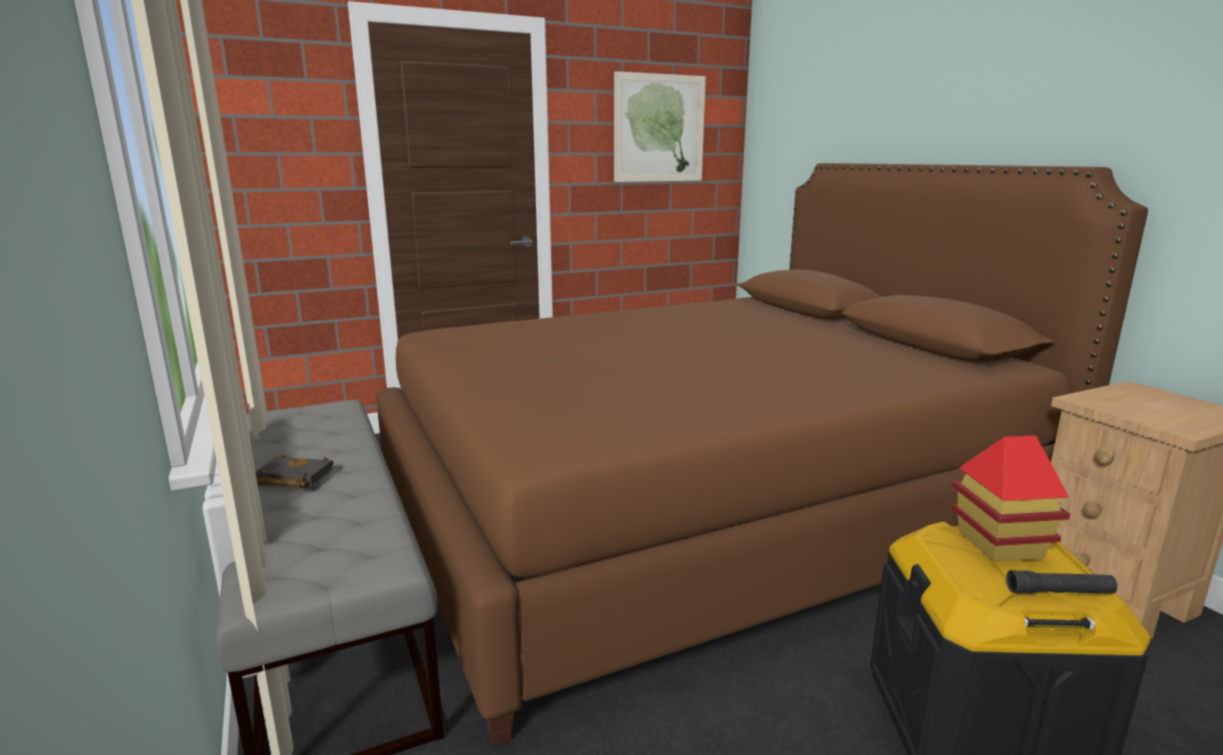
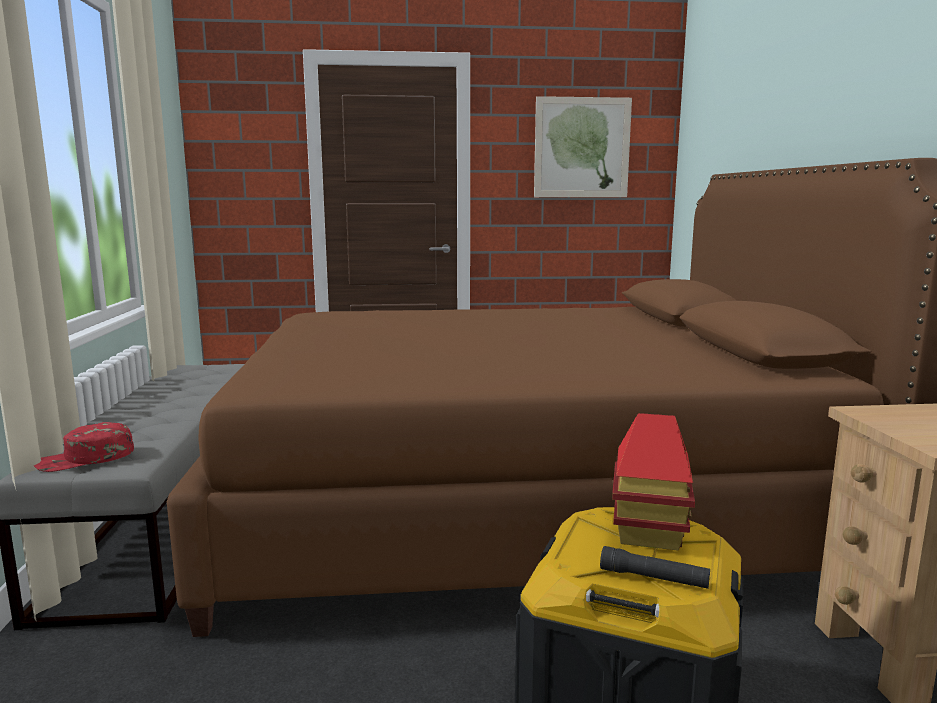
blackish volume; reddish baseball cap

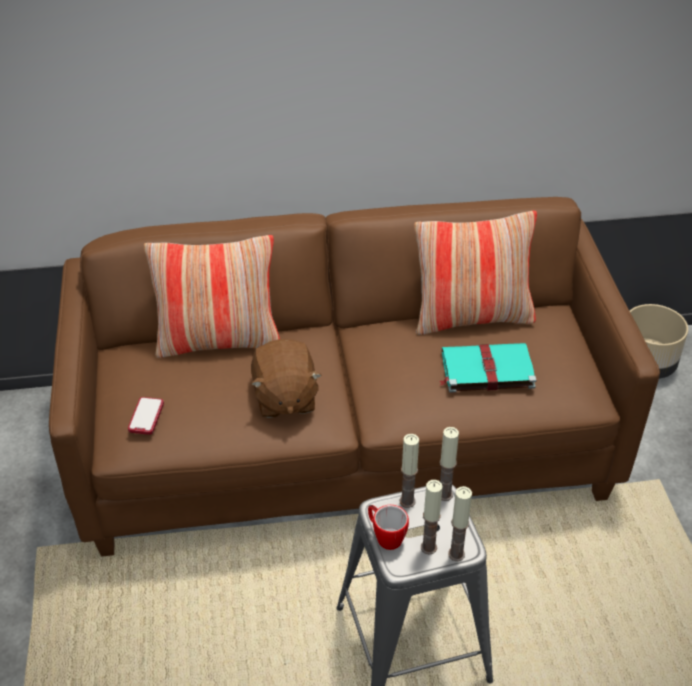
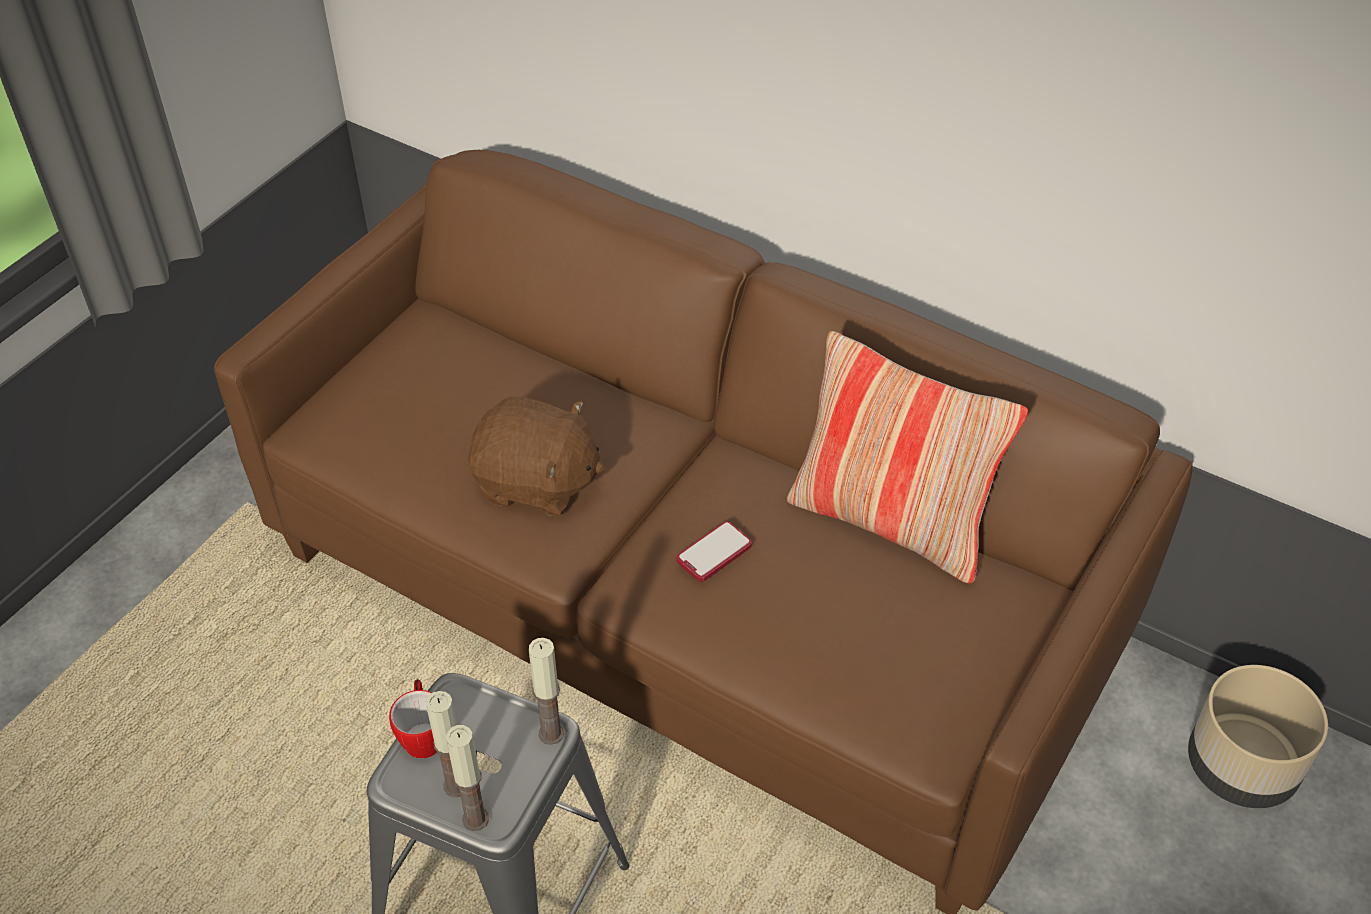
cushion (1st from left in the first image); brown soft toy; blue-green volume; handset; wax candle (1st from left in the first image)

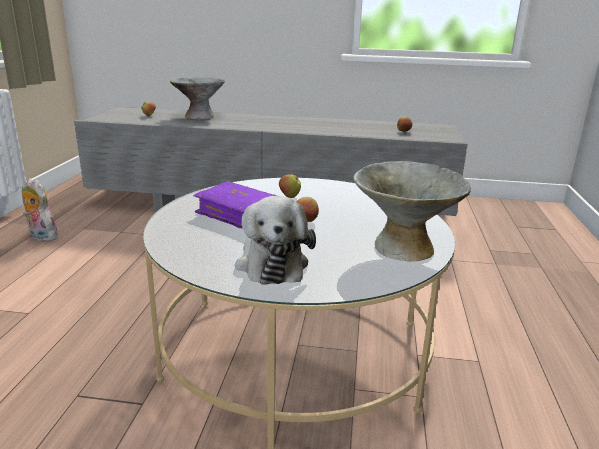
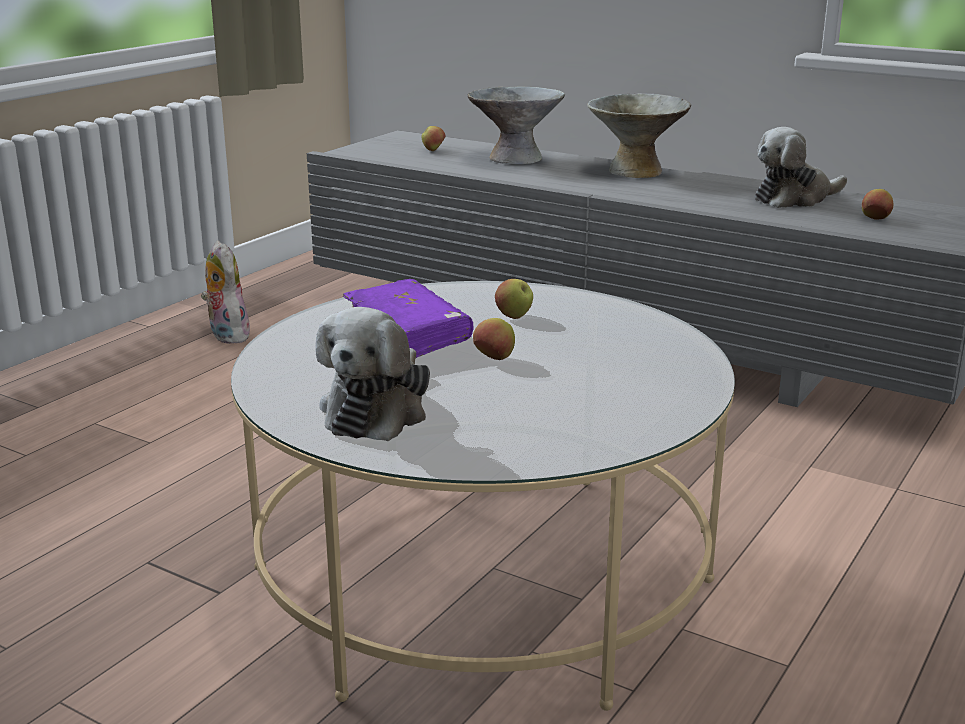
greyish bowl (2nd from left); soft toy (3rd from left)

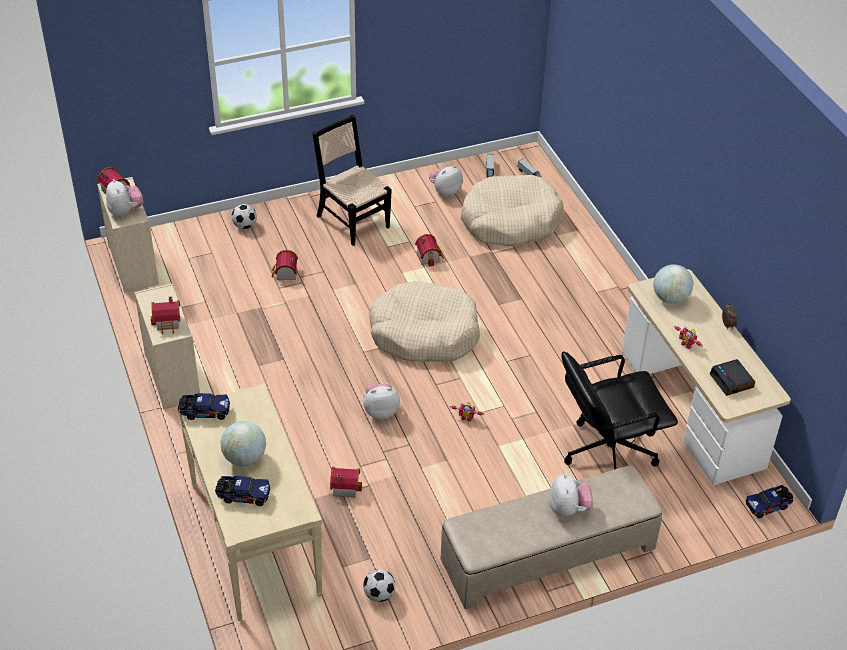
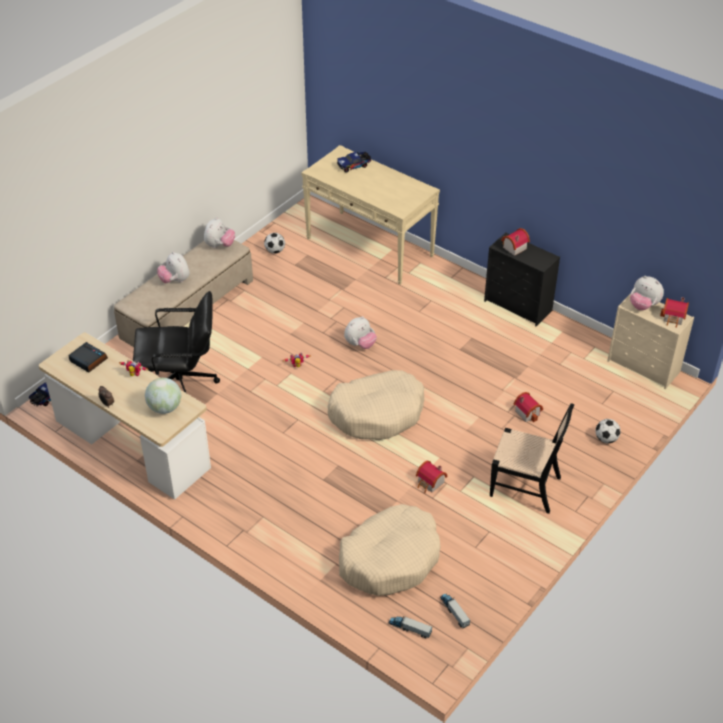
soft toy (2nd from left); blackish dresser; blackish office chair; model truck (1st from left in the first image); desk globe (1st from left in the first image); model house (4th from left in the first image)

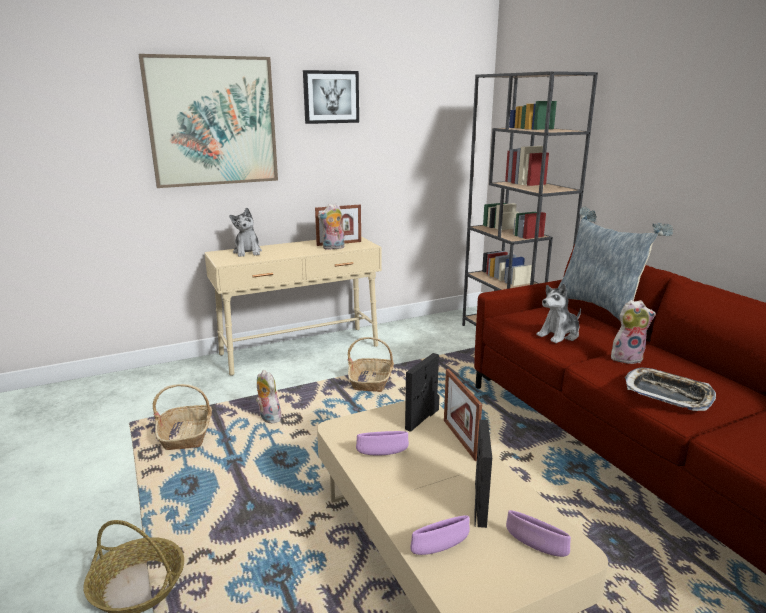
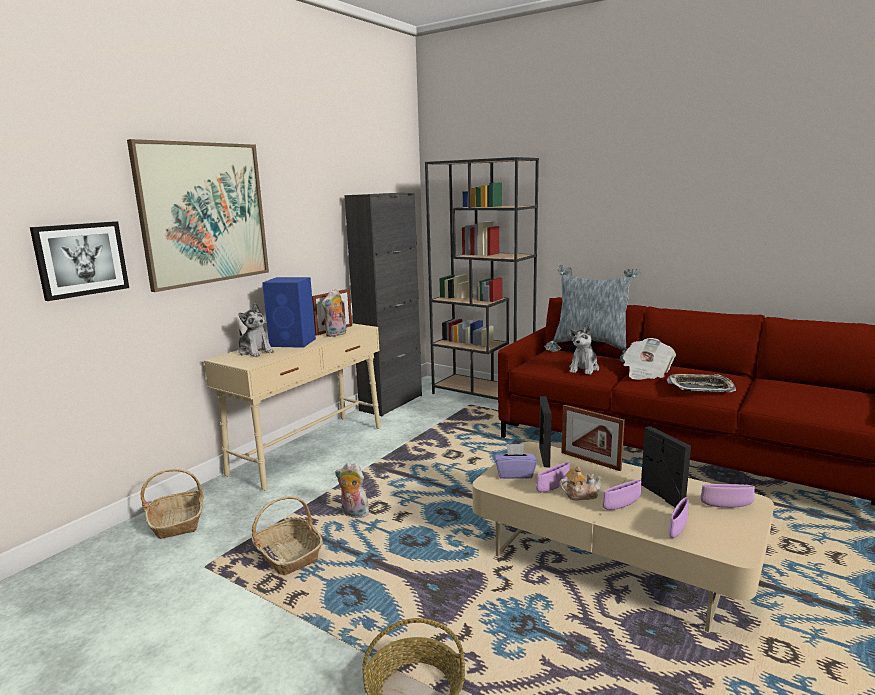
picture (1st from left); newspaper; storage basket (1st from left); blackish storage cabinet; blue-coloured speaker; purple tissue holder; teapot; purple bowl (2nd from left)

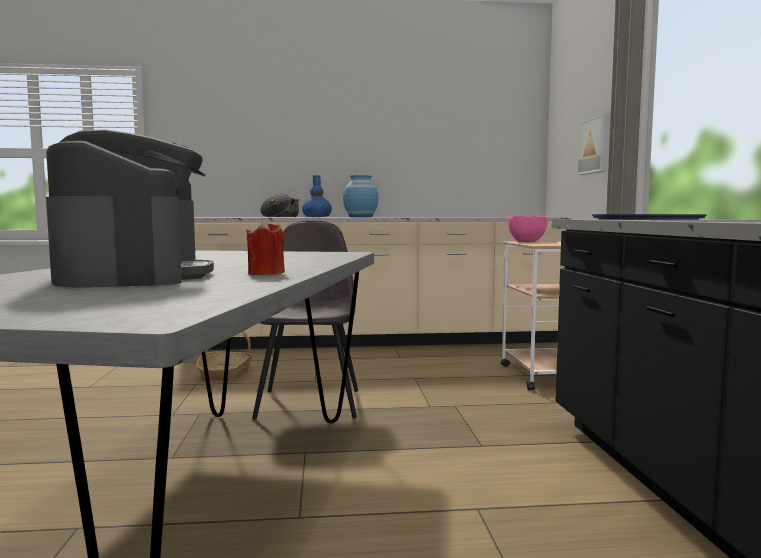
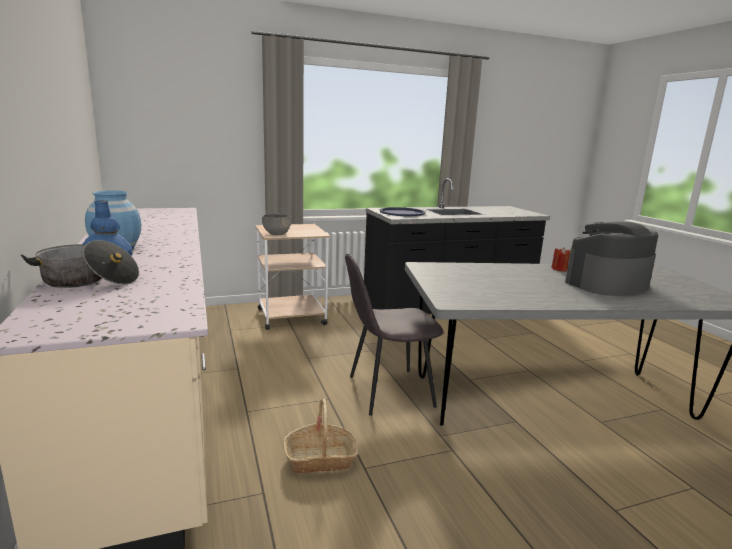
picture; greyish bowl

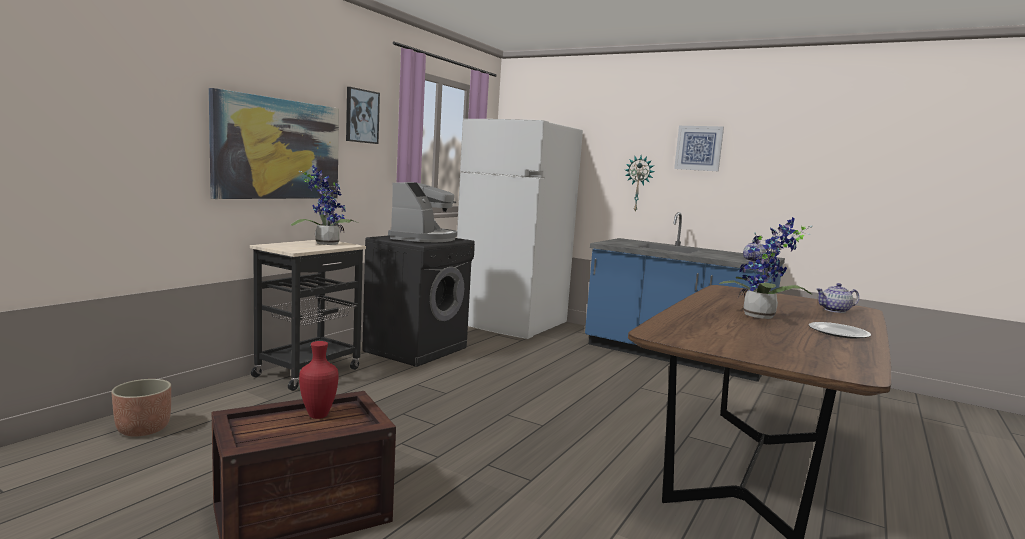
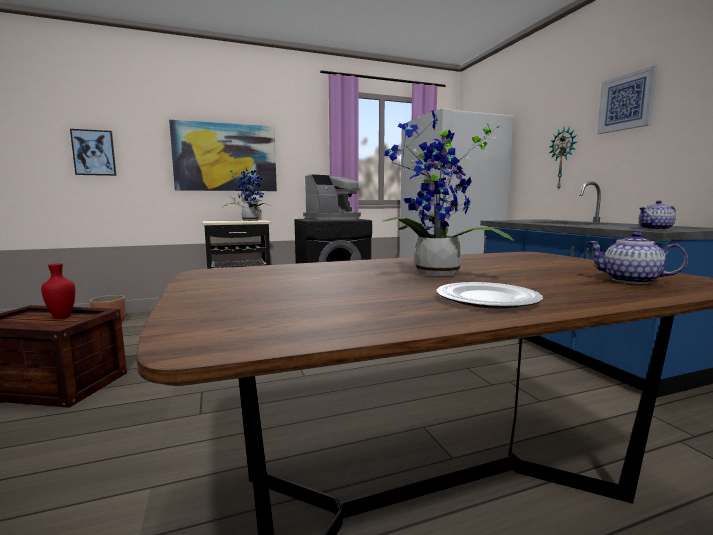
picture (1st from left)

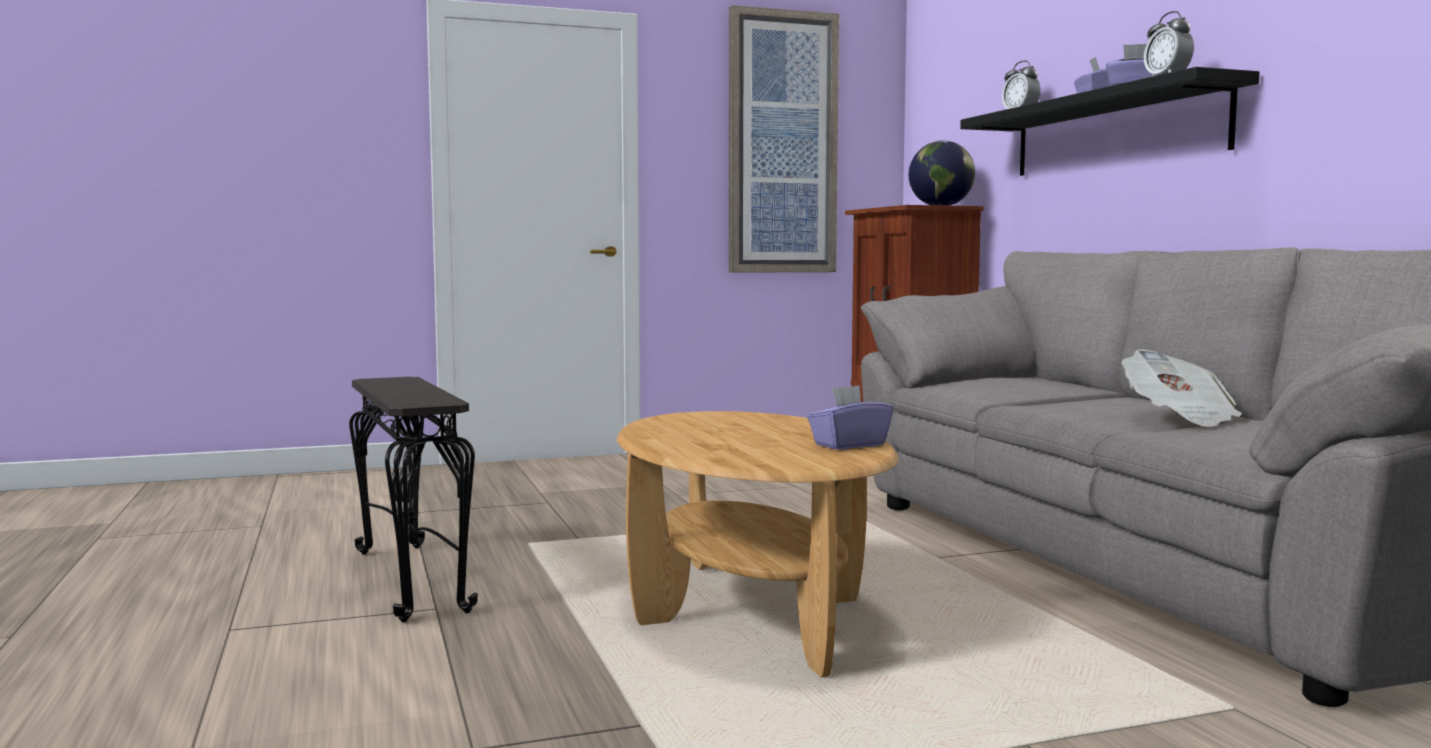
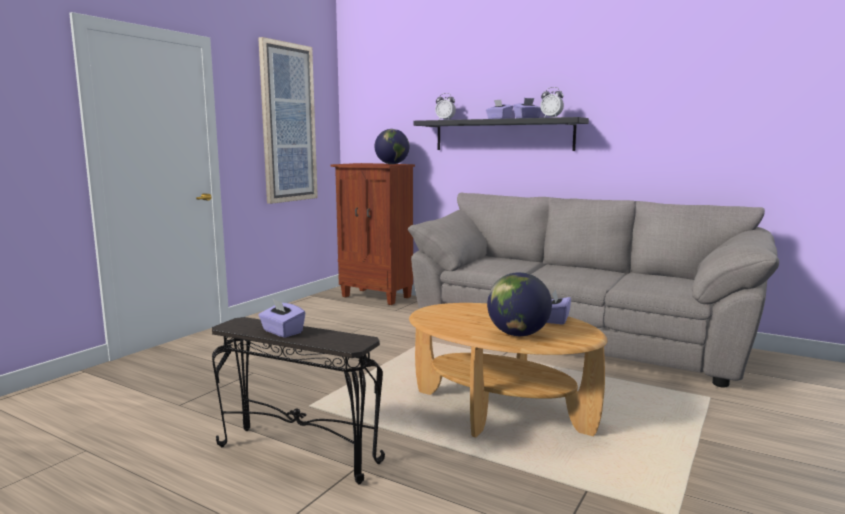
newspaper; desk globe (2nd from left); purple tissue holder (1st from left)

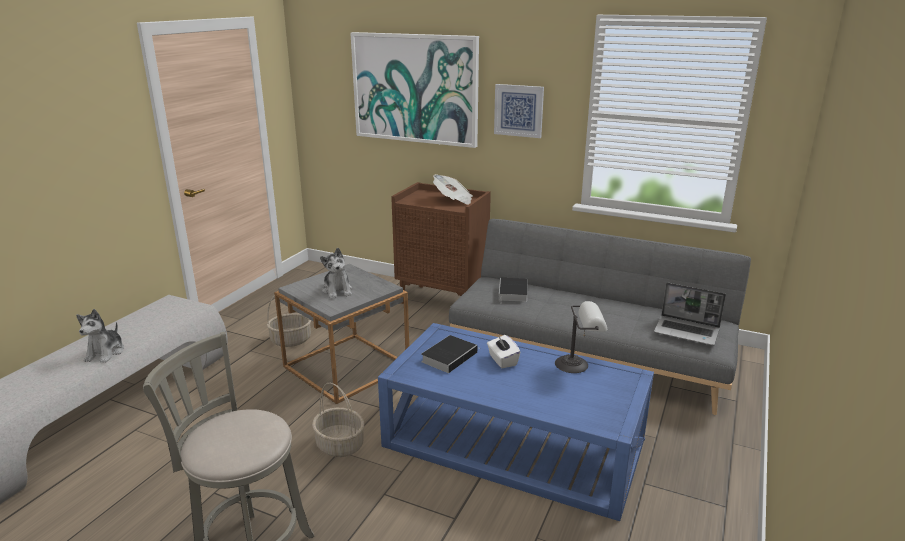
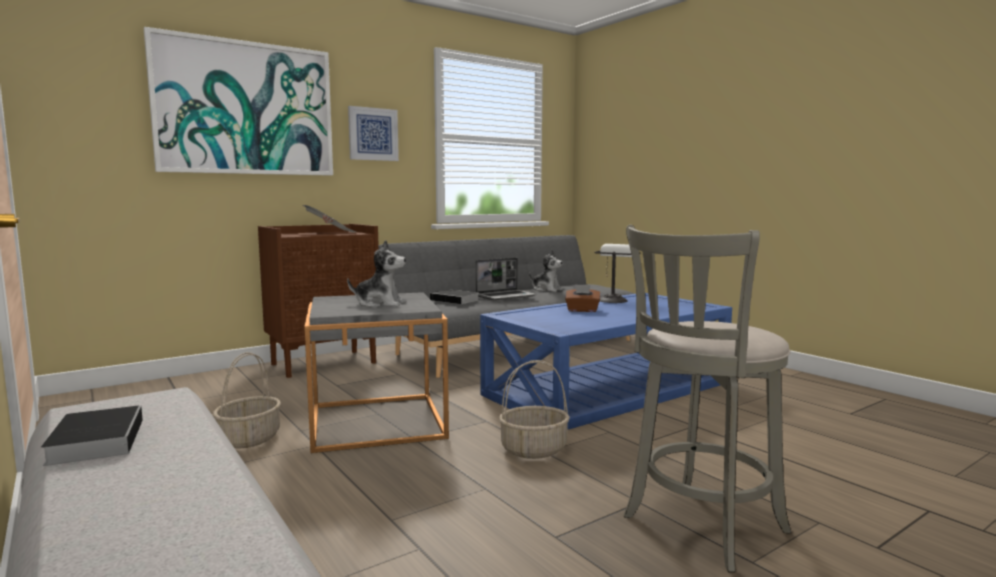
laptop; soft toy (2nd from left); volume (1st from left); brown tissue holder

